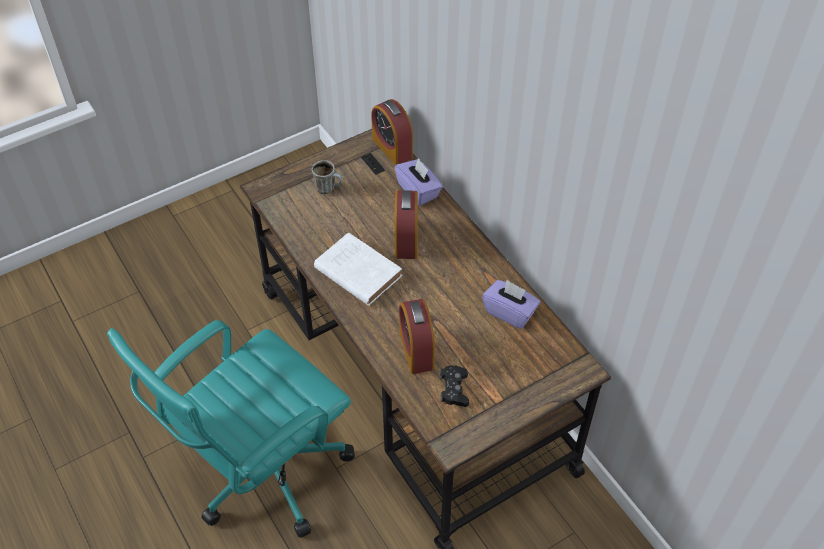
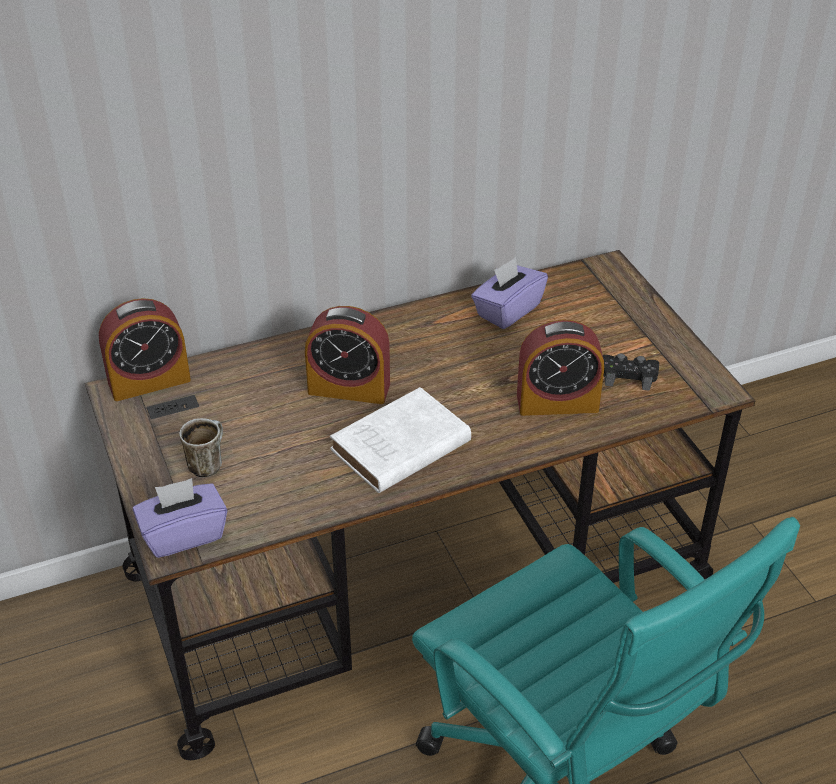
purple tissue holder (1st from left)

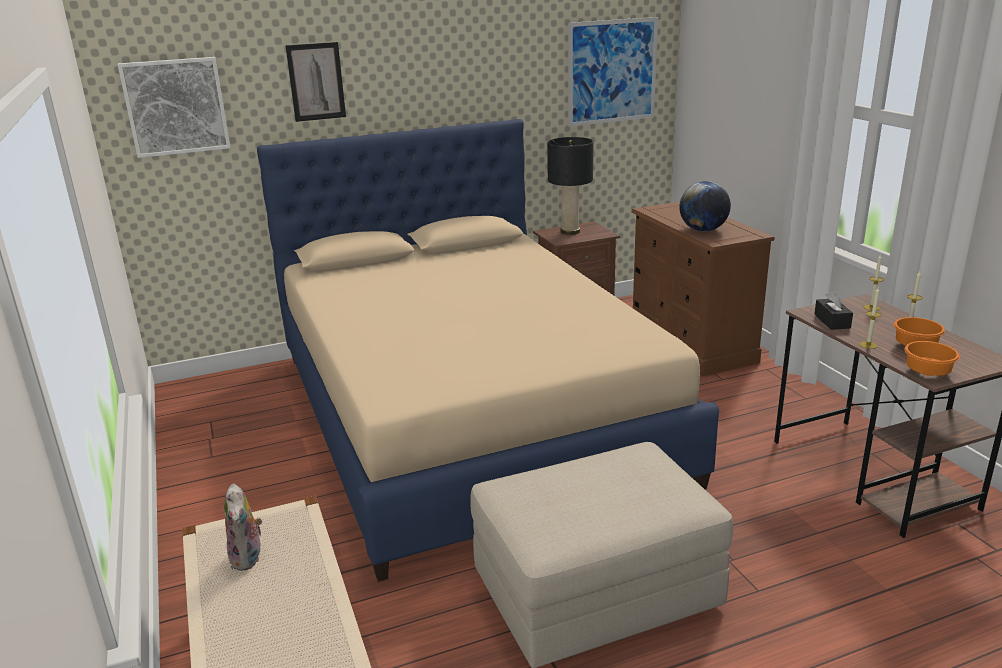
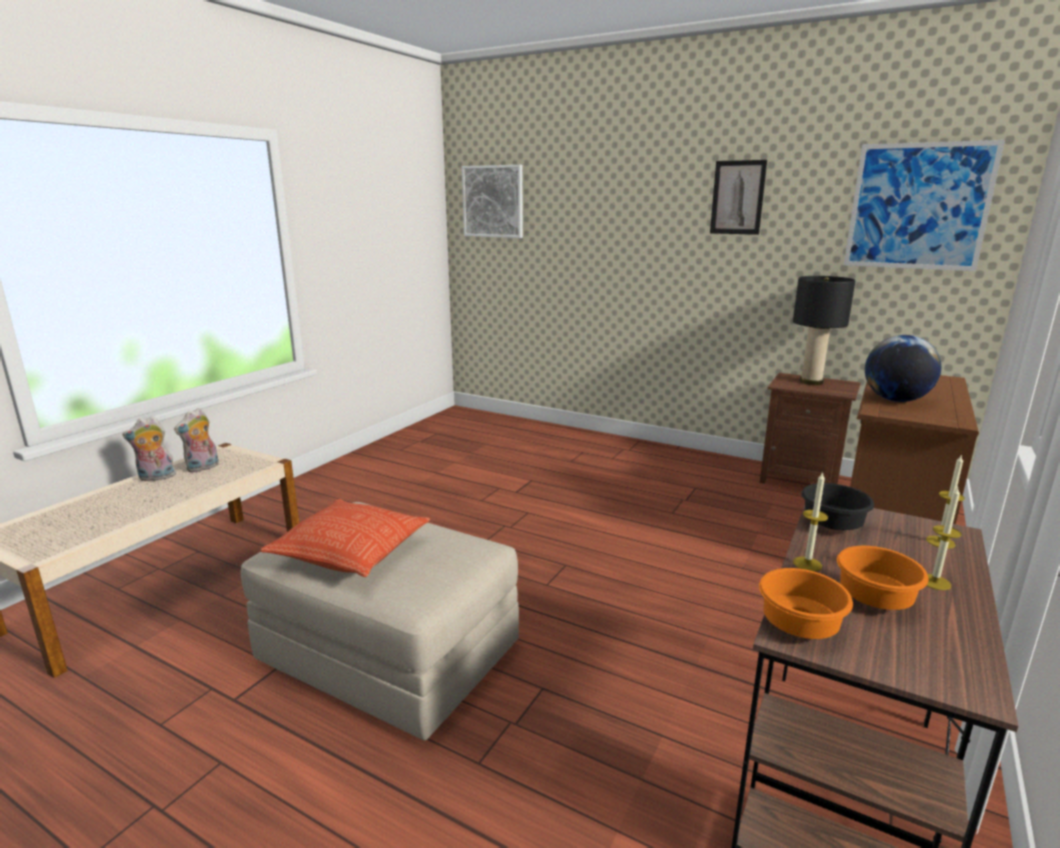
picture (2nd from left); sand-coloured bed; blackish bowl; soft toy (1st from left); orange-coloured cushion

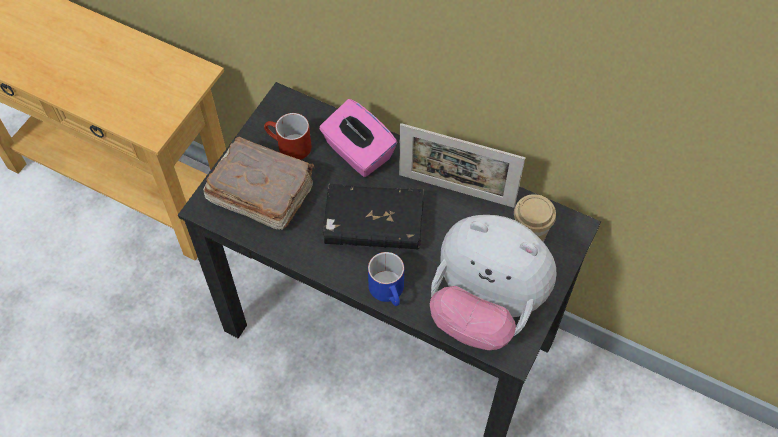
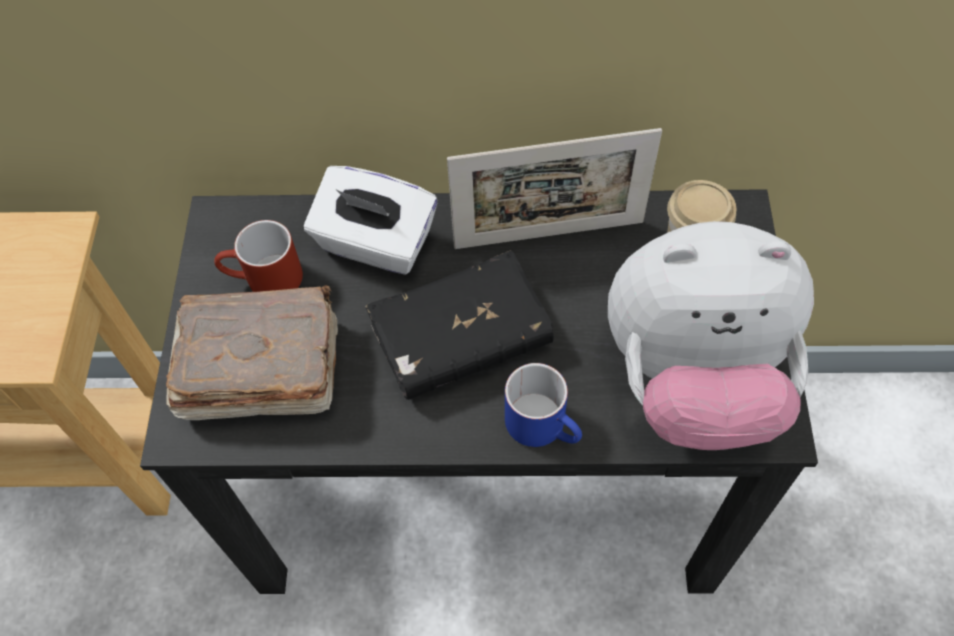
white tissue holder

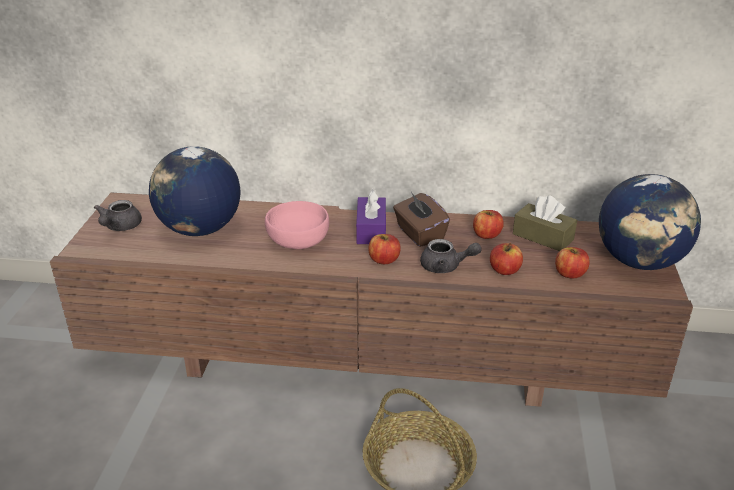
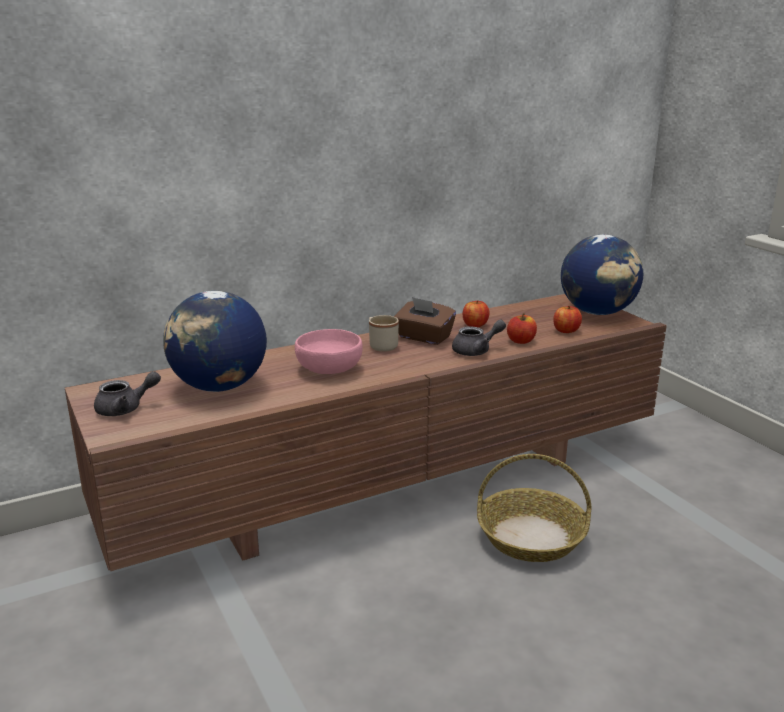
sand-coloured mug; brown tissue holder (2nd from left in the first image); greyish teapot (1st from left); apple (1st from left in the first image)

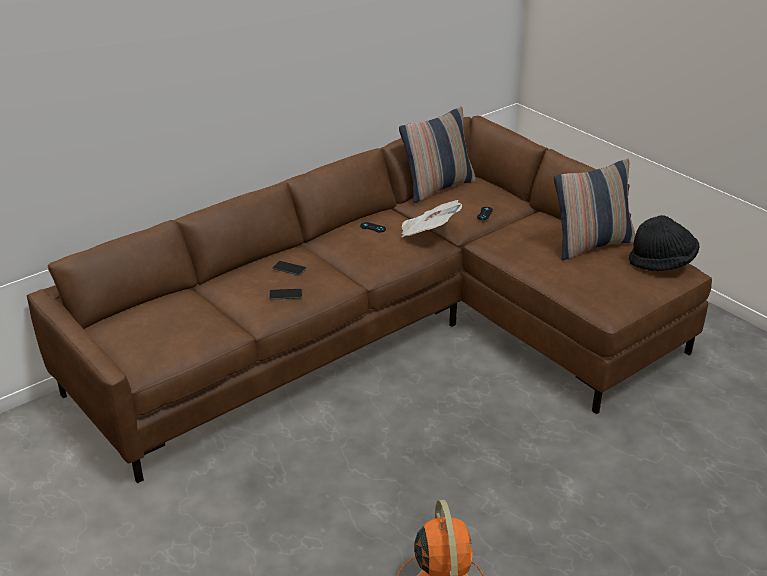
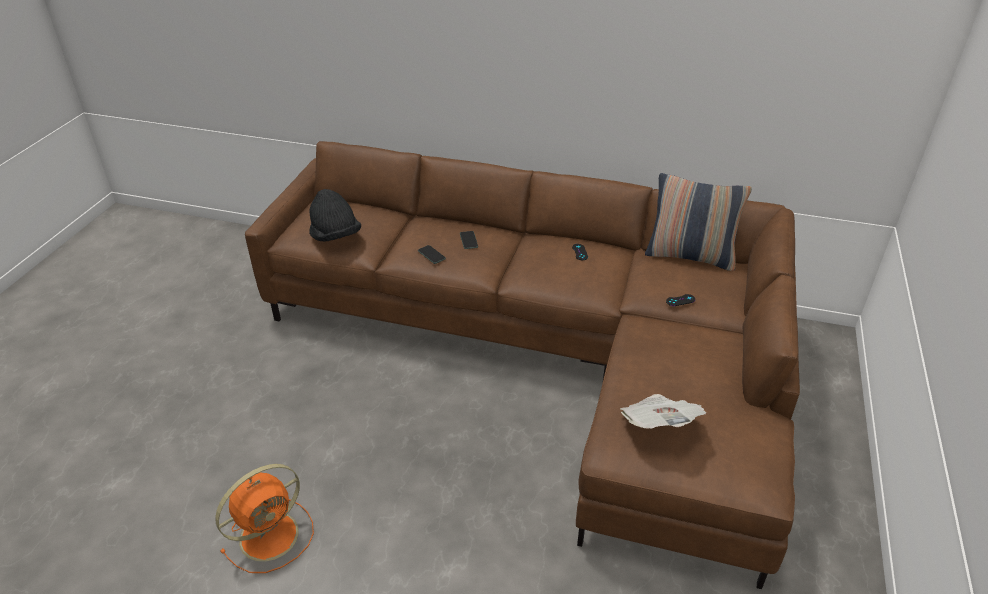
cushion (2nd from left in the first image); newspaper; blackish wearable hat

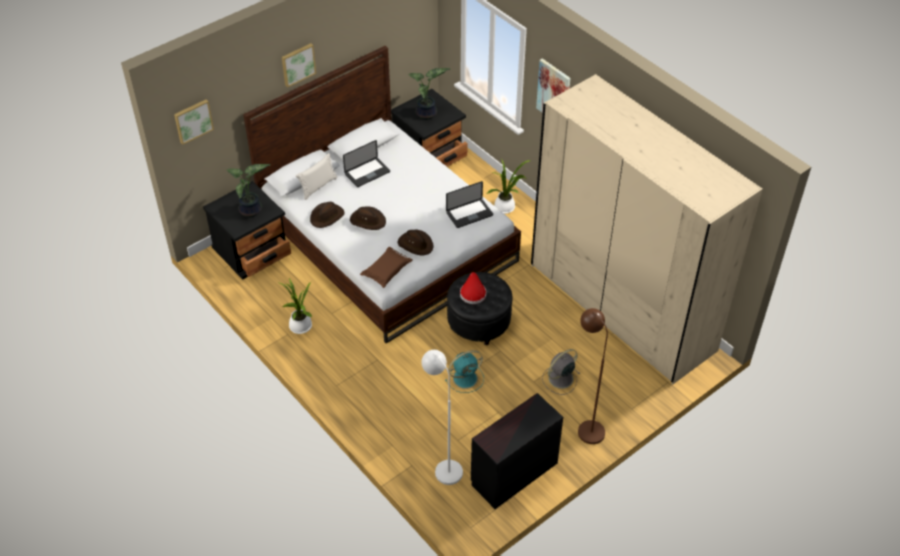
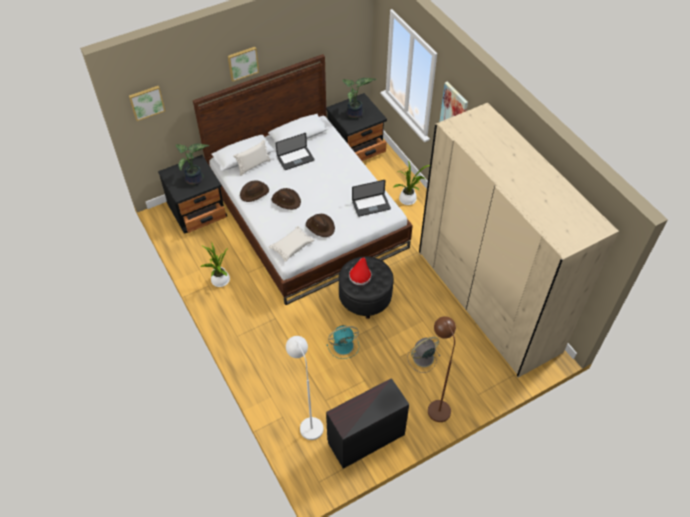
white cushion (2nd from left)

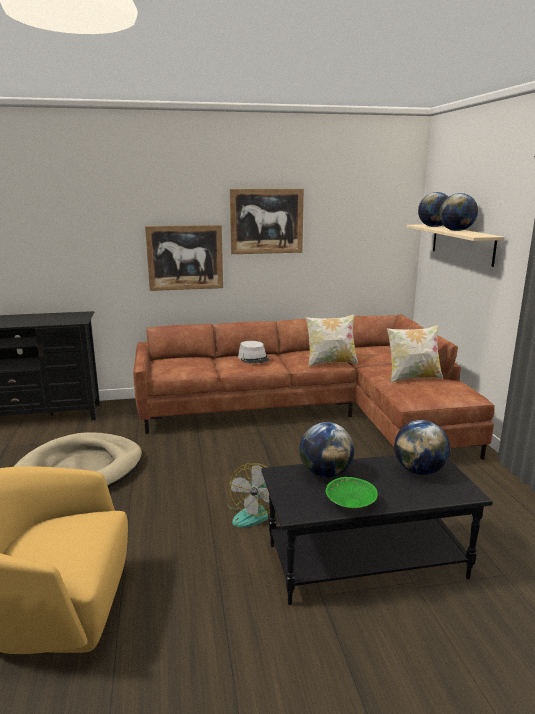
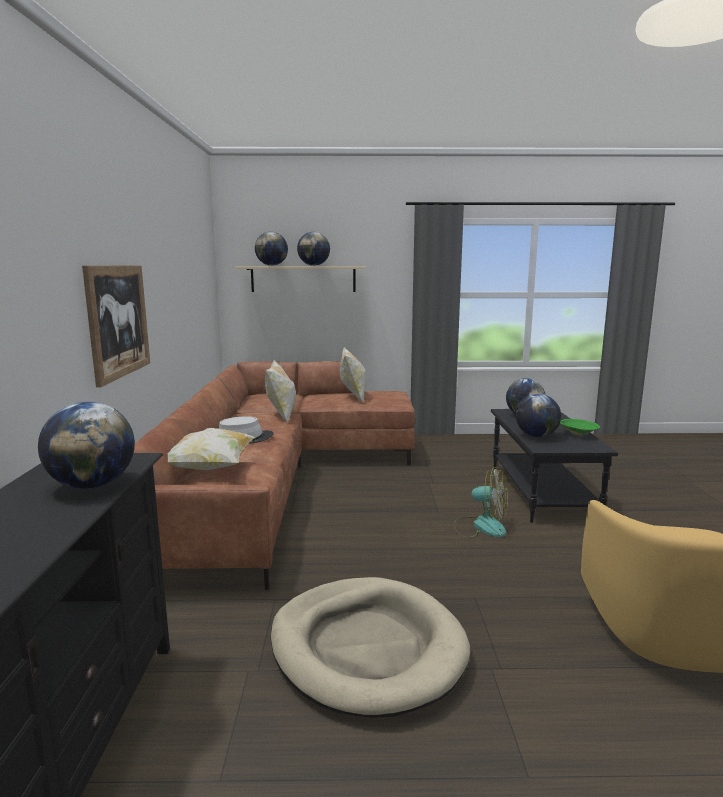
picture (2nd from left in the first image); desk globe (1st from left); cushion (1st from left)

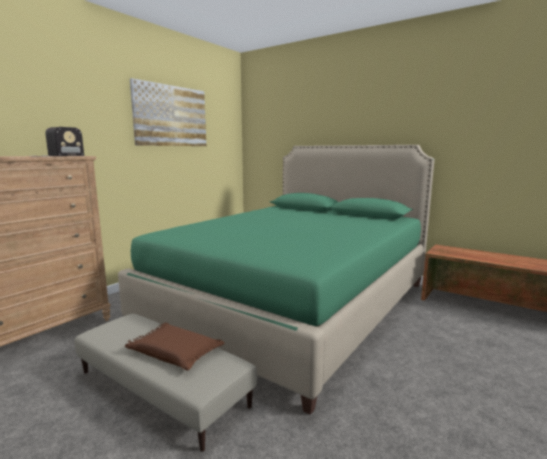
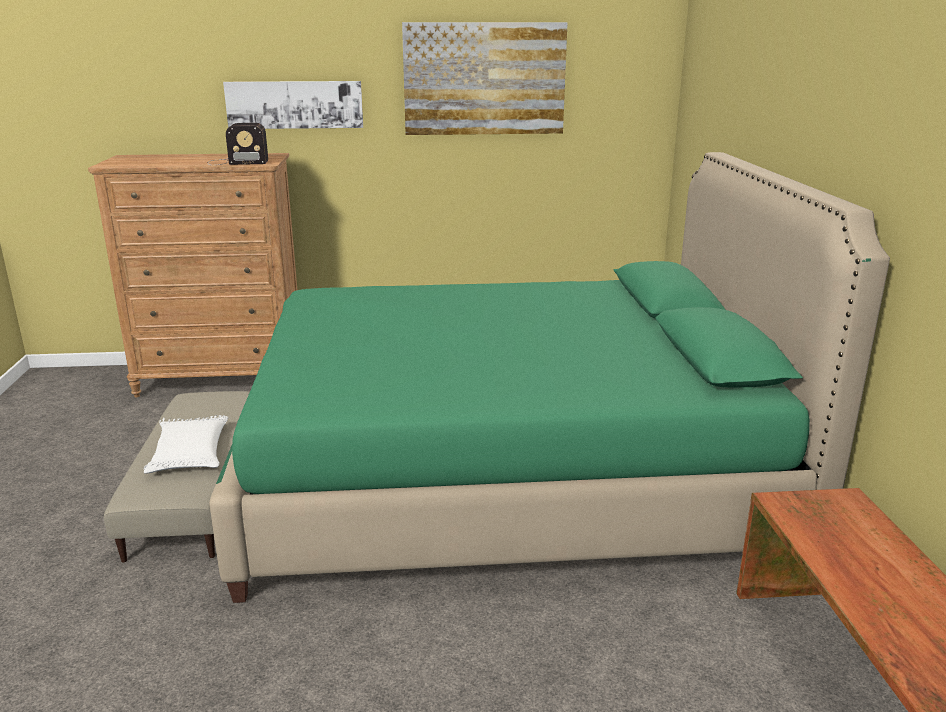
white cushion; picture (1st from left)

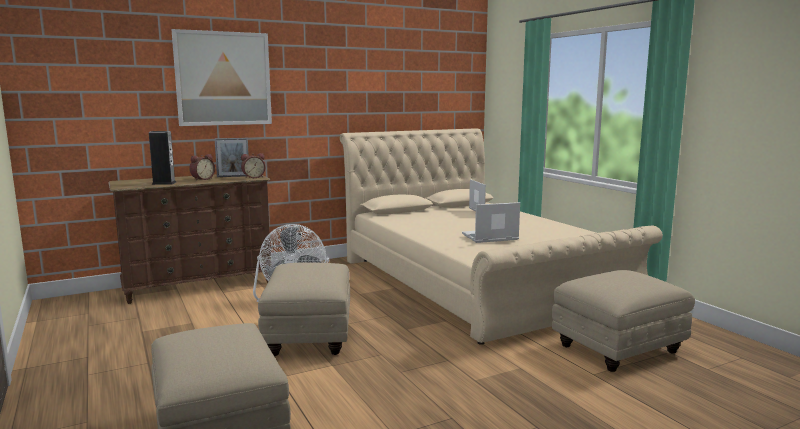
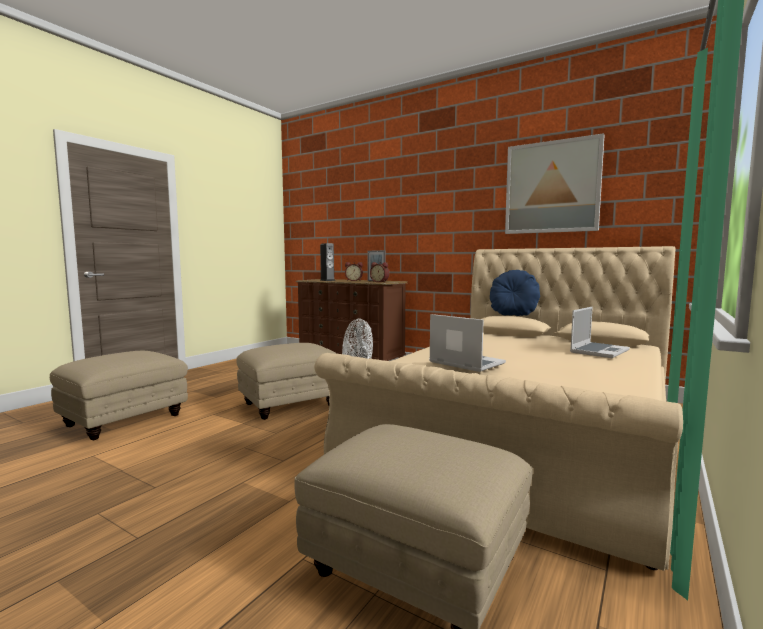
picture; blue-coloured cushion

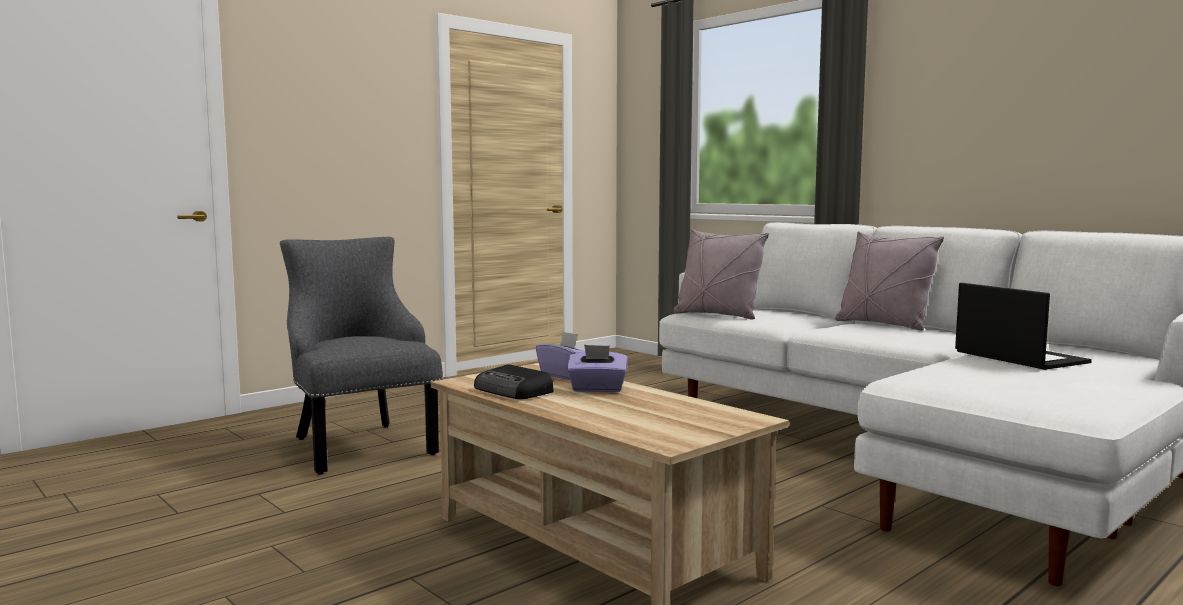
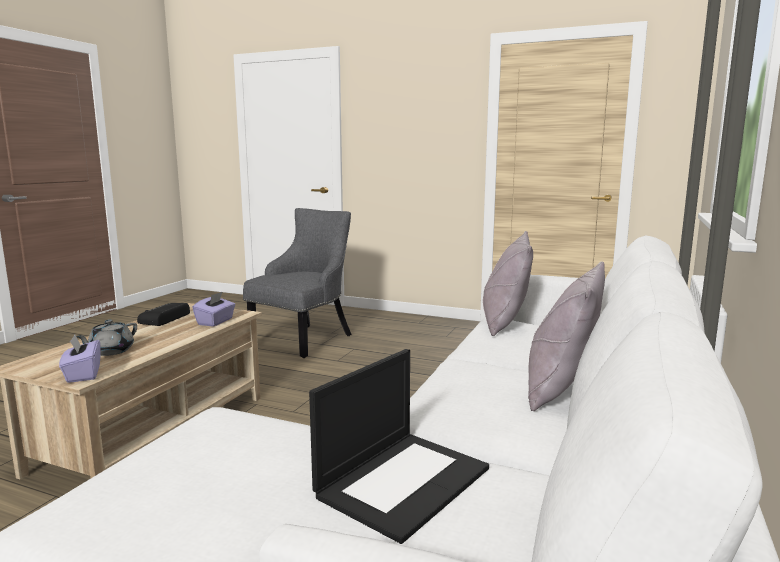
purple tissue holder (1st from left); greyish teapot

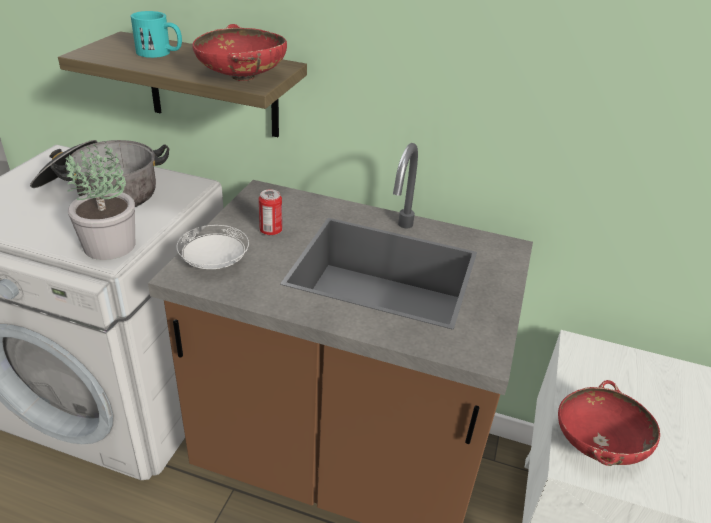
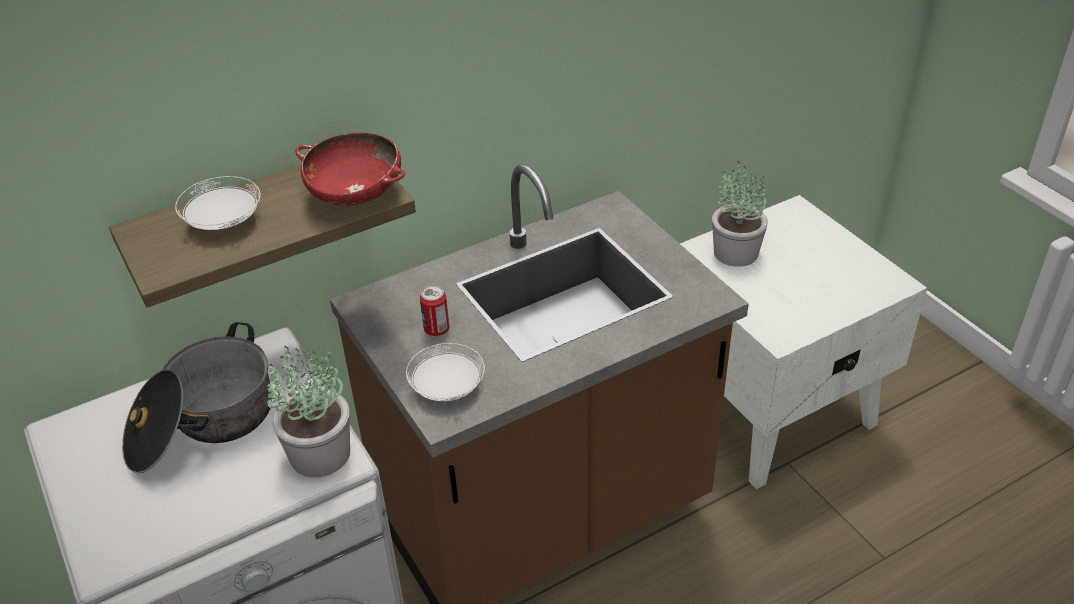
white plate (1st from left); reddish bowl (2nd from left in the first image); potted plant (2nd from left)

